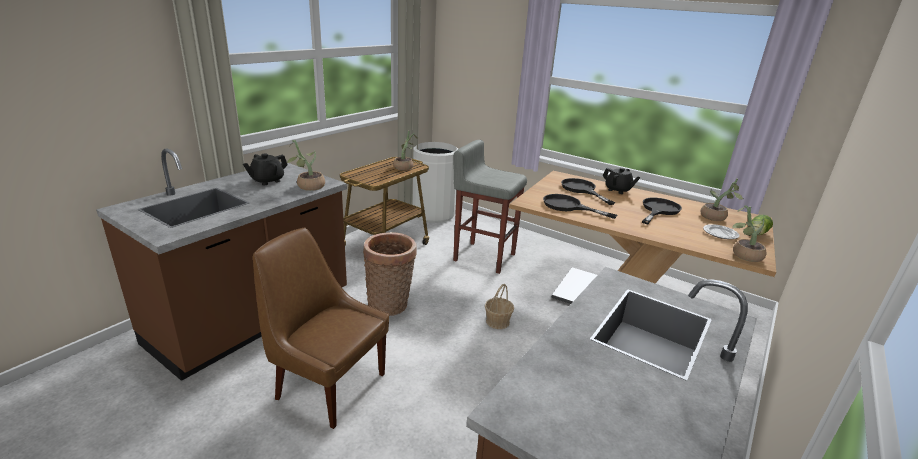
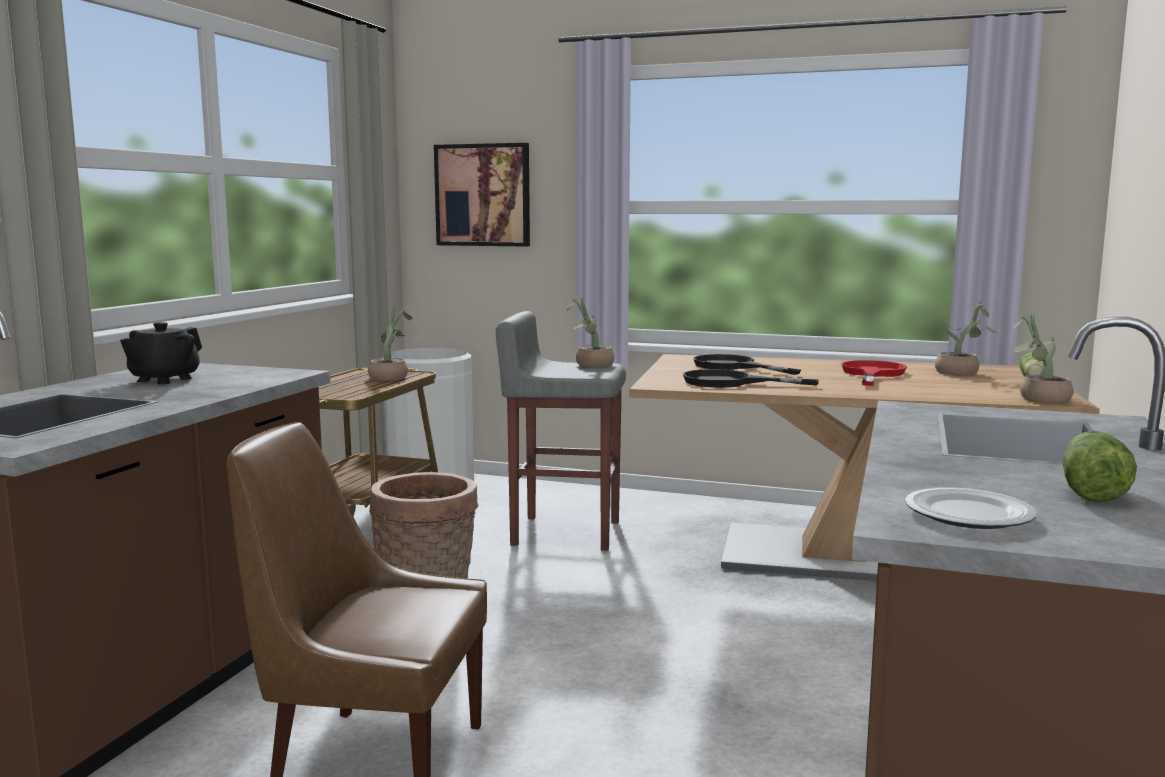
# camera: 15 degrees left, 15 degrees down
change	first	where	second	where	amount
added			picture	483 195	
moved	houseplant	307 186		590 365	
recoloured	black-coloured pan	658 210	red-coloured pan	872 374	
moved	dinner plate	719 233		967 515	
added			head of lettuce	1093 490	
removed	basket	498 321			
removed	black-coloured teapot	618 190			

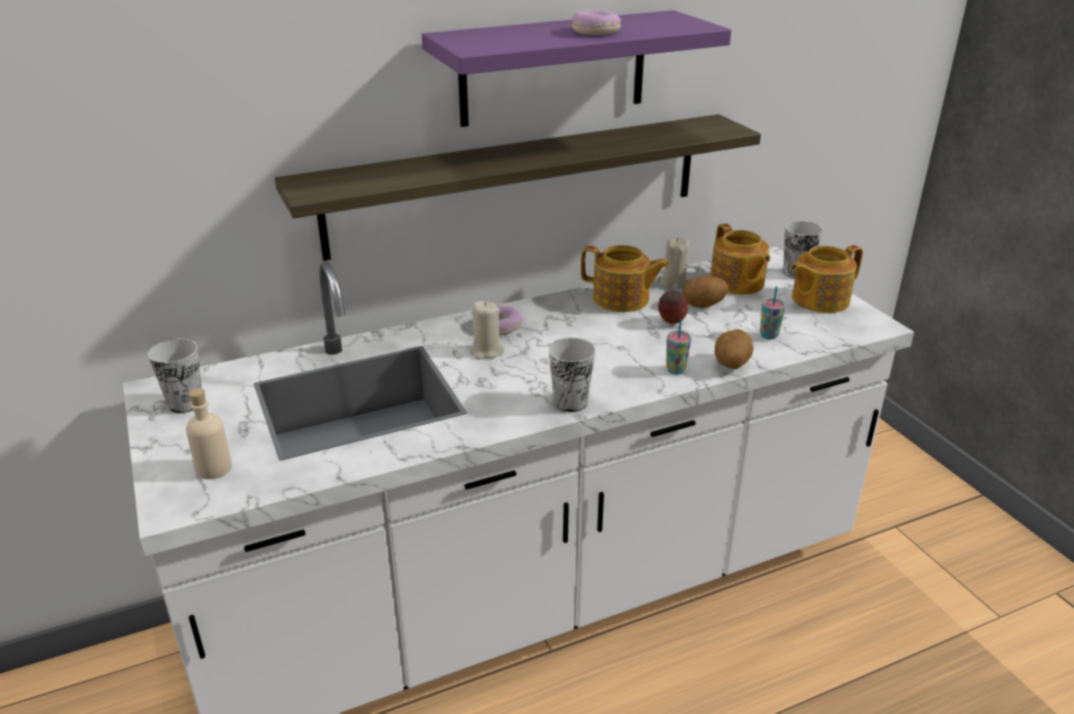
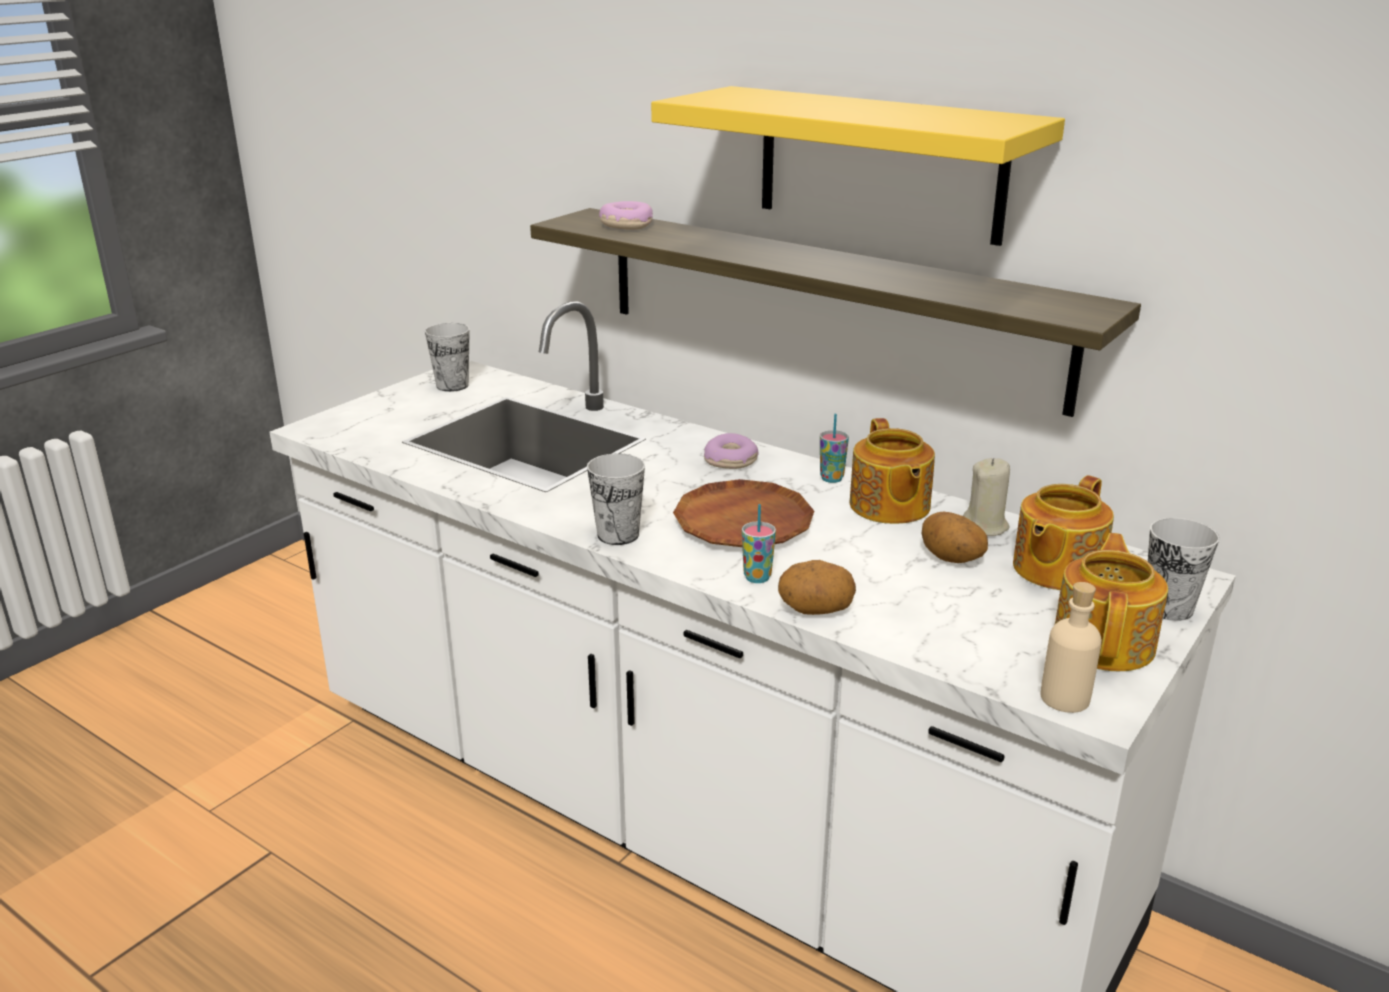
# camera: 60 degrees right, 5 degrees down
change	first	where	second	where	amount
moved	ring doughnut	595 32		626 225	
recoloured	purplish wall shelf	553 68	yellow wall shelf	880 164	
added			brownish dinner plate	743 523	
moved	drinking cup	768 336		831 478	
moved	beige bottle	214 468		1065 698	
turned	teapot	818 300		1105 642	75 degrees clockwise
removed	beige candle	486 351			
removed	whole apple	671 323			

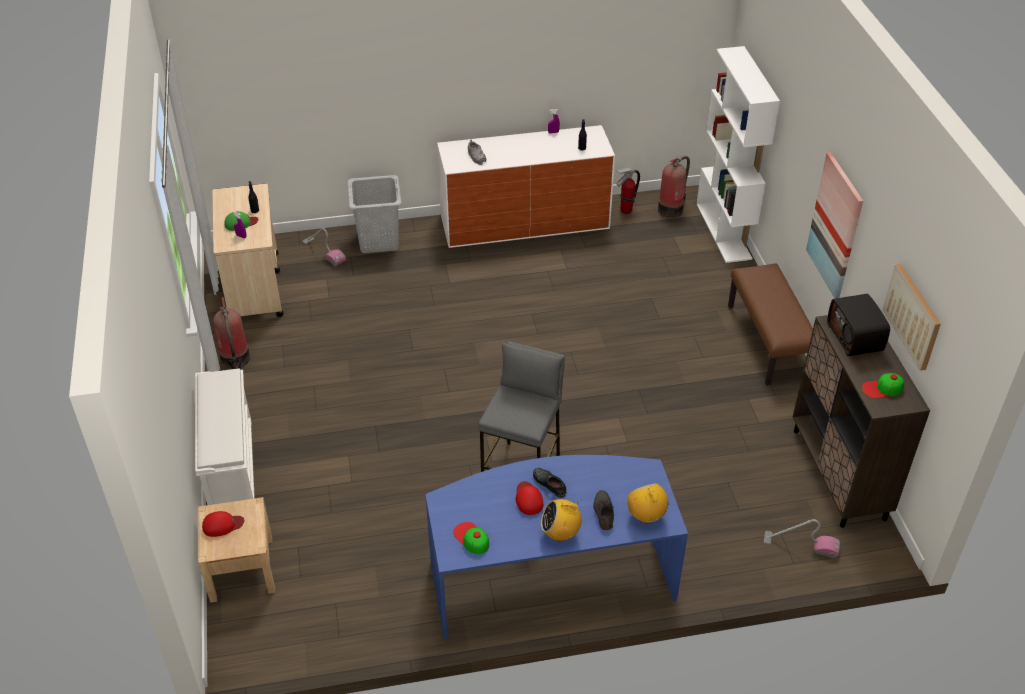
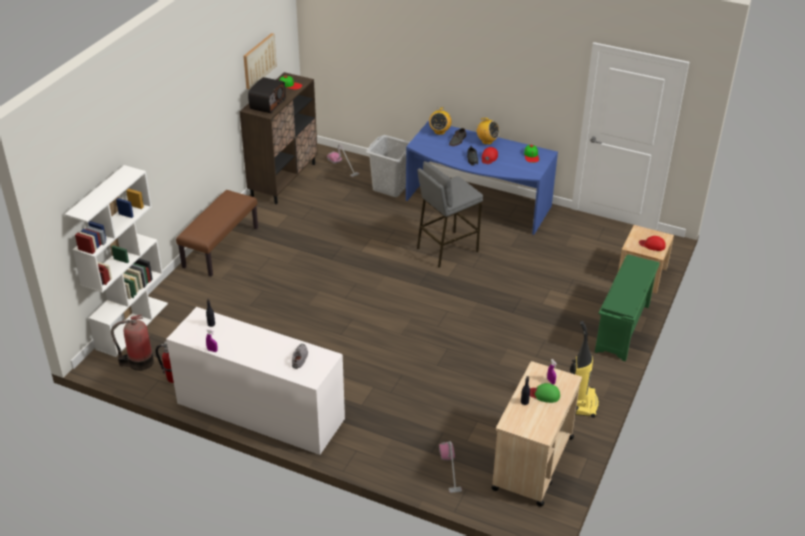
# camera: 145 degrees left, 5 degrees down
change	first	where	second	where	amount
moved	greyish hamper	379 241		390 187	
replaced	fire extinguisher	235 360	vacuum cleaner	583 402	
recoloured	whitish shoe shelf	231 468	greenish shoe shelf	622 329	
removed	picture	835 226			

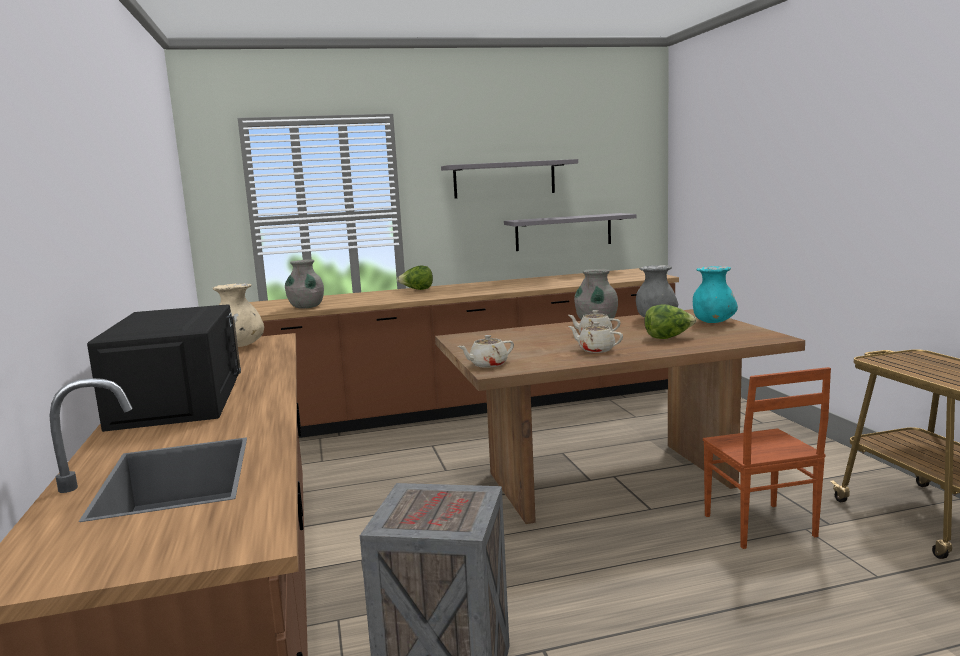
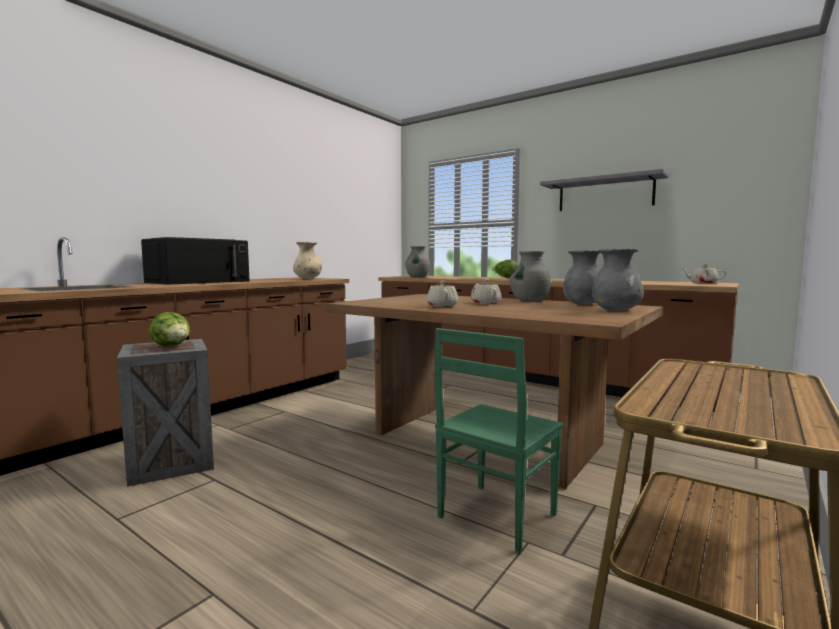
# camera: 50 degrees right, 5 degrees down
change	first	where	second	where	amount
moved	head of lettuce	668 338		172 347	
recoloured	brownish plain chair	759 527	greenish plain chair	494 516	
recoloured	turquoise-coloured vase	713 322	greyish vase	616 310	
moved	beige teapot	488 364		702 283	
removed	greyish wall shelf	563 232			

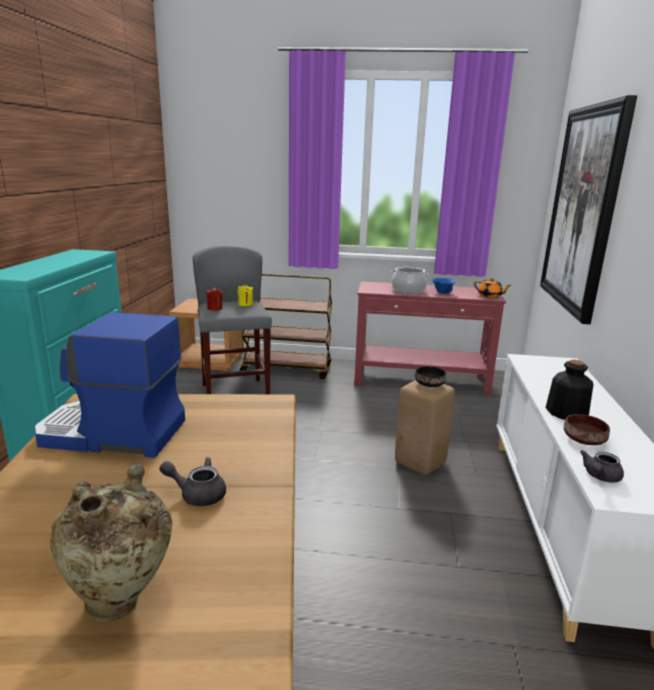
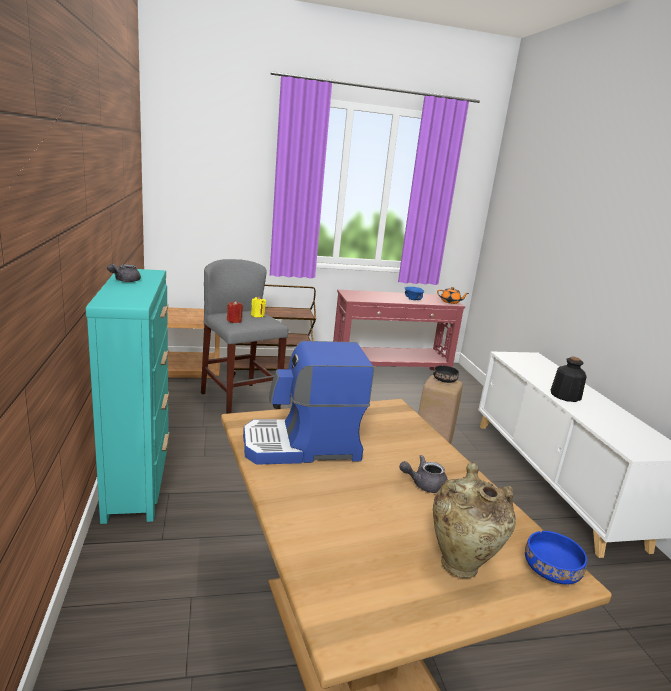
# camera: 20 degrees left, 0 degrees up
change	first	where	second	where	amount
moved	greyish teapot	600 477		124 280	
added			blue bowl	551 571	
removed	cooking pot	408 290			
removed	picture	583 209			
removed	brownish bowl	584 440			

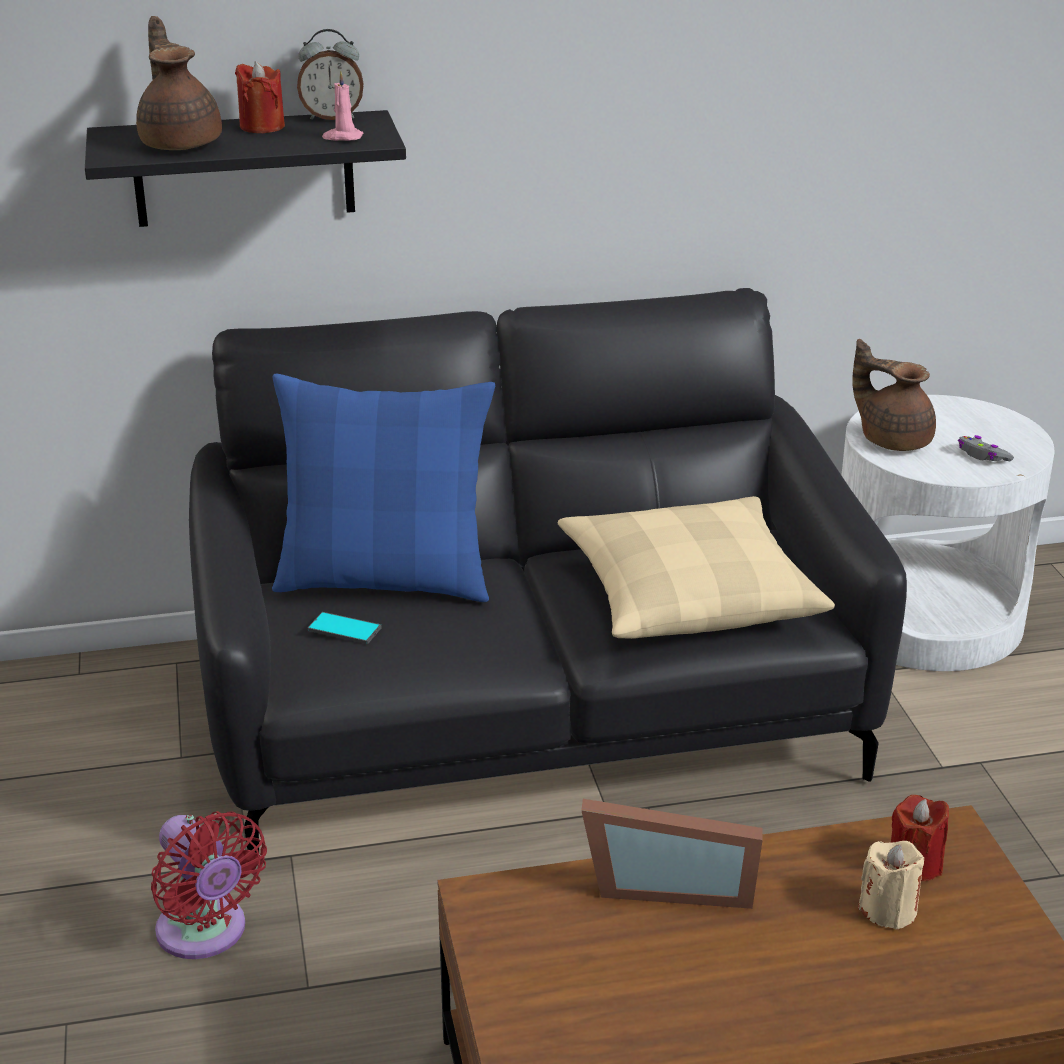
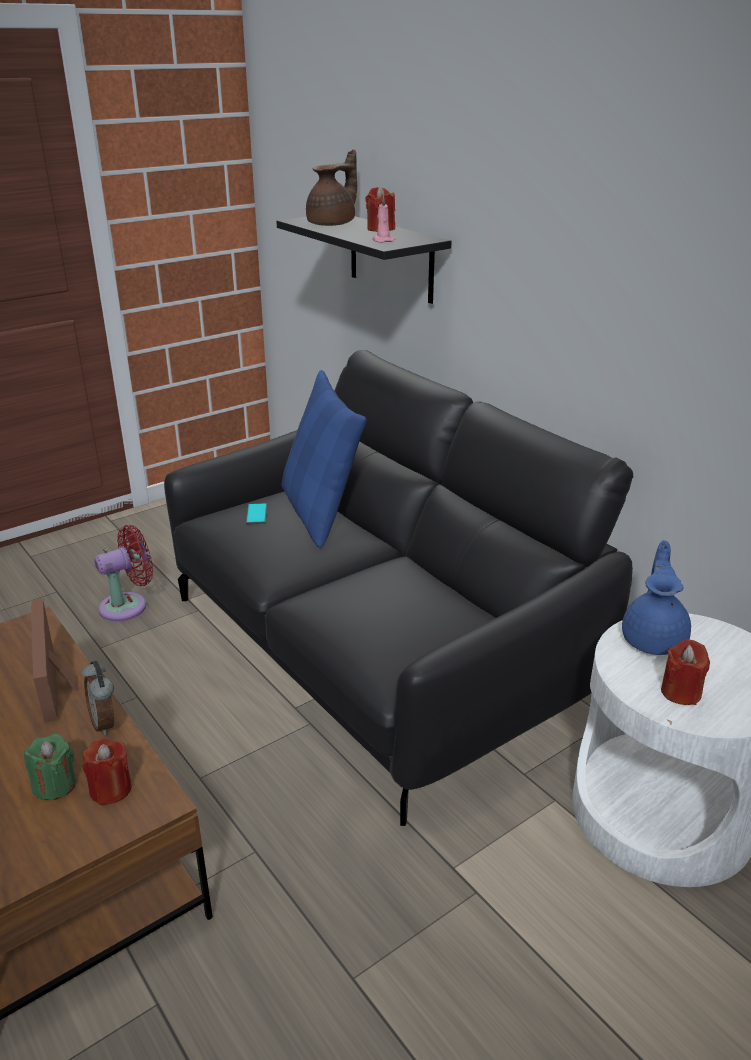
# camera: 65 degrees right, 0 degrees up
change	first	where	second	where	amount
recoloured	beige candle	888 910	greenish candle	55 785	
moved	bedside clock	332 117		105 723	
turned	red-coloured fan	205 934		128 606	150 degrees counterclockwise
recoloured	brownish teapot	893 439	blue teapot	654 638	
replaced	greyish gamepad	982 456	red-coloured candle	680 692	
removed	beige cushion	689 592			

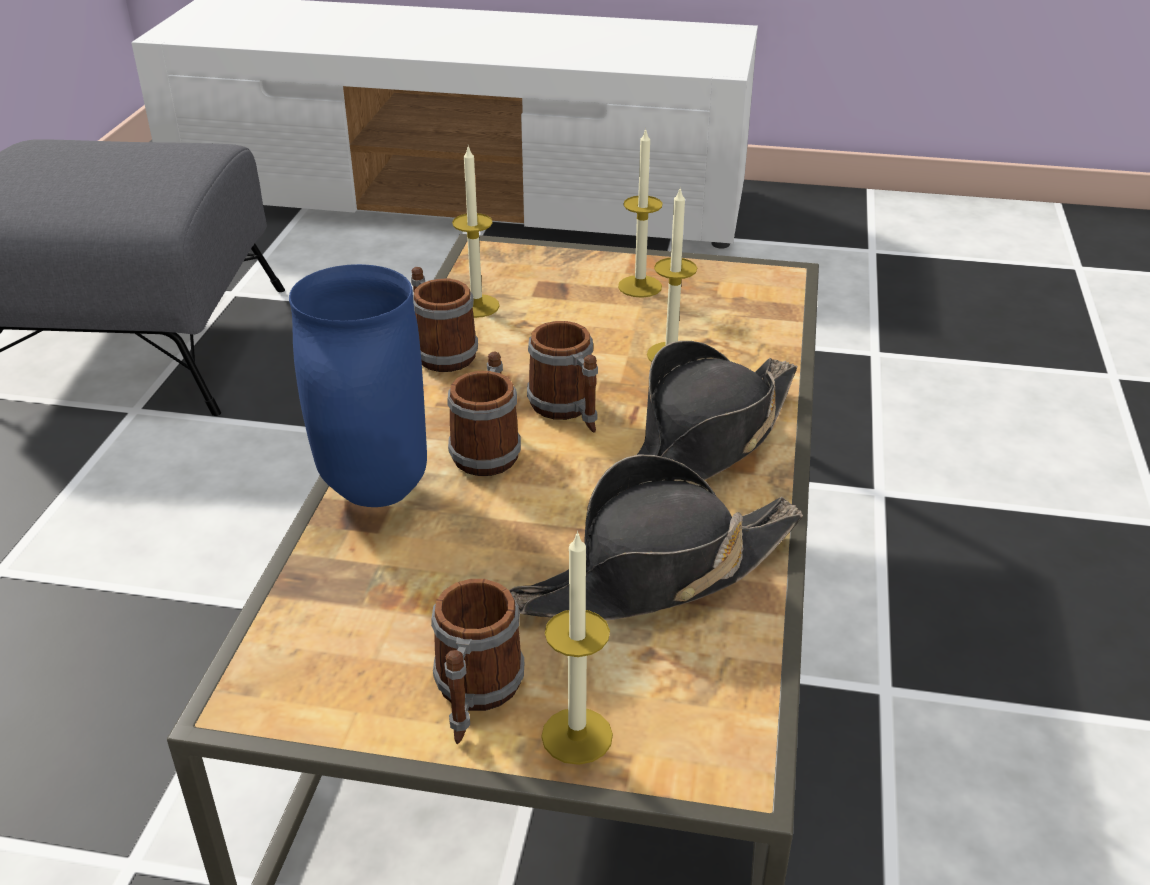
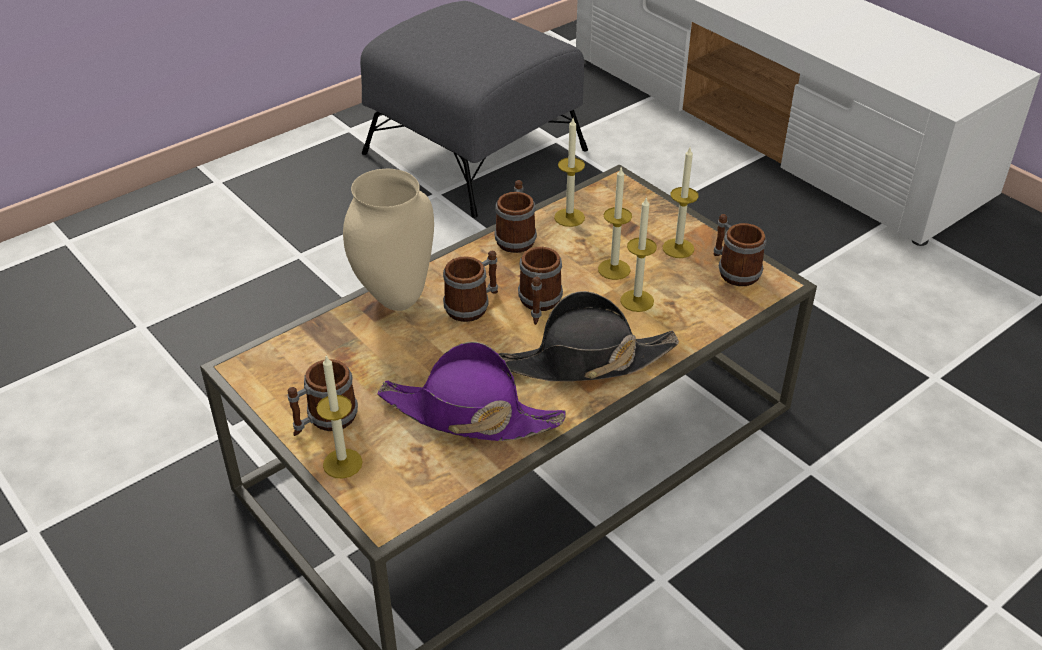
# camera: 40 degrees right, 5 degrees up
change	first	where	second	where	amount
recoloured	blue vase	372 491	beige vase	395 299	
recoloured	black-coloured clothing hat	657 574	purplish clothing hat	469 414	
added			candle	614 269	
added			mug	733 270	

